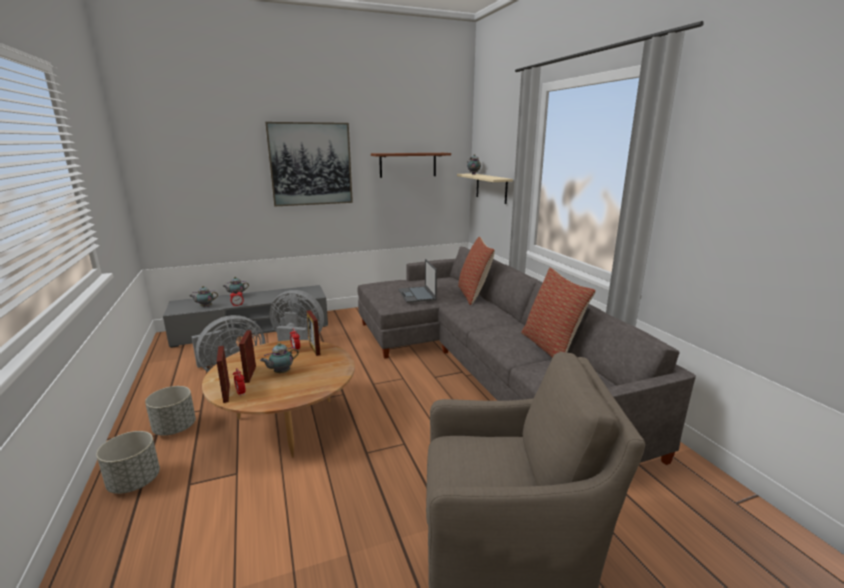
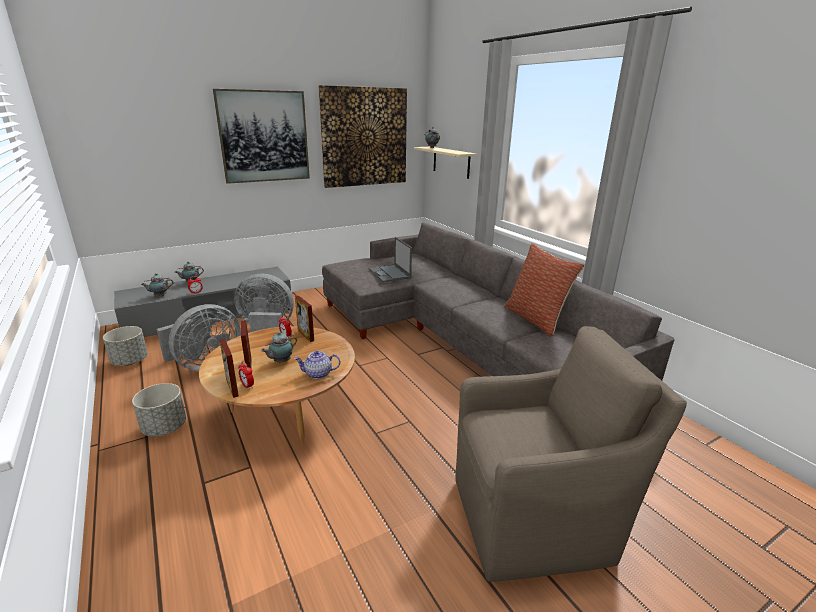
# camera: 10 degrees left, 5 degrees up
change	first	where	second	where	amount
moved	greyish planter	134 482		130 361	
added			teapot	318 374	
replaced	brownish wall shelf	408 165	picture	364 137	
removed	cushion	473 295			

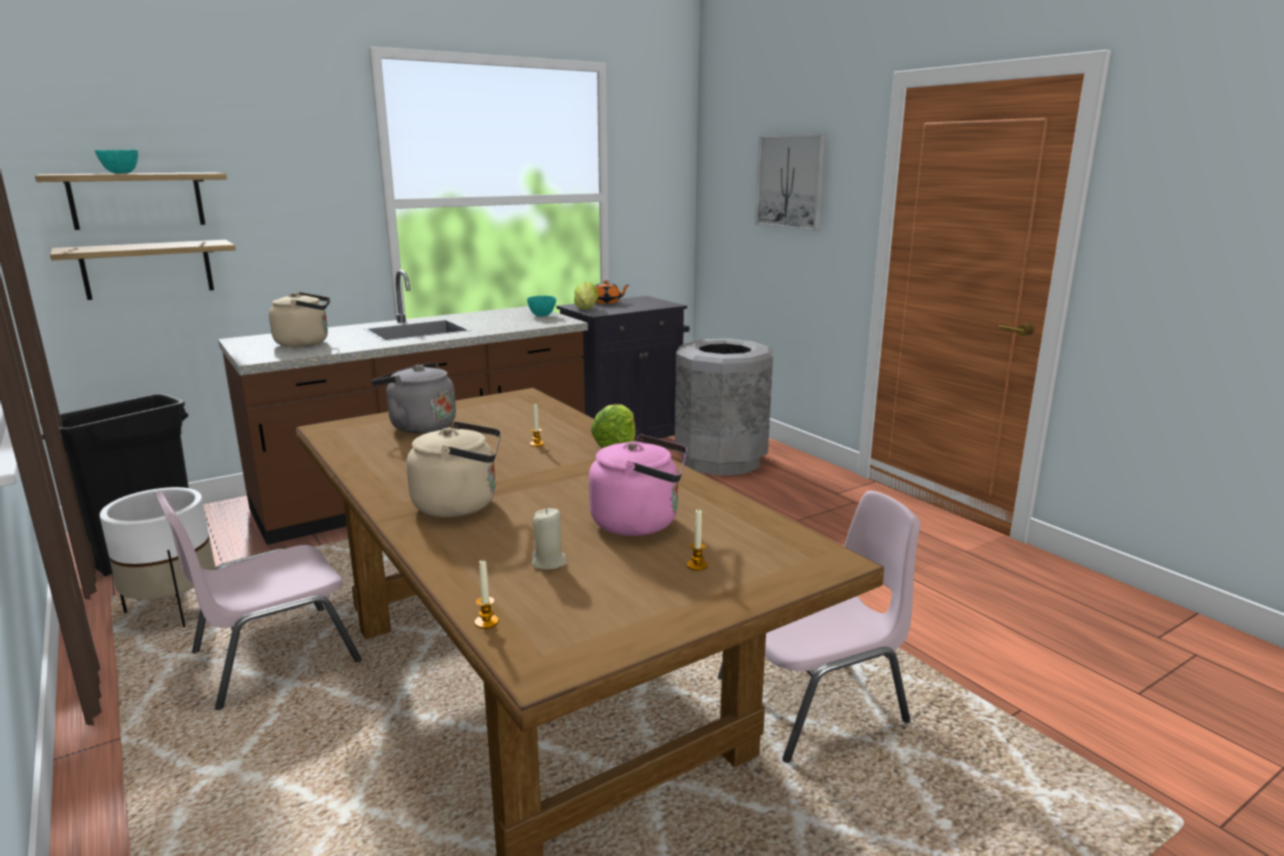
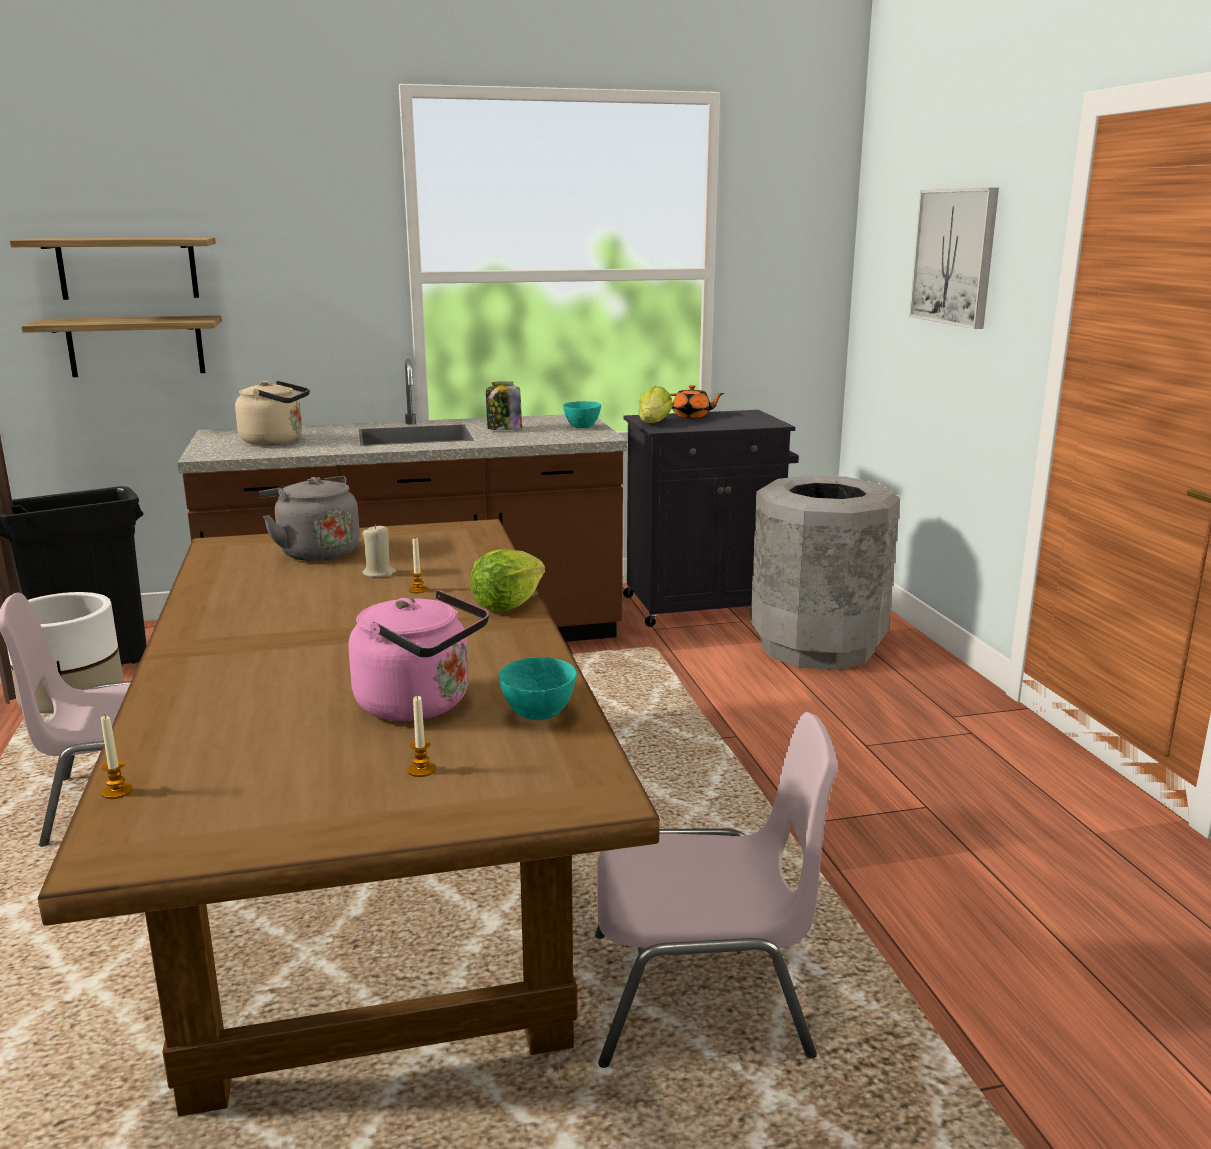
# camera: 20 degrees right, 0 degrees up
change	first	where	second	where	amount
moved	beige candle	549 562		379 573	
added			storage jar	504 429	
moved	turquoise-coloured bowl	122 173		540 715	
removed	beige kettle	461 505			

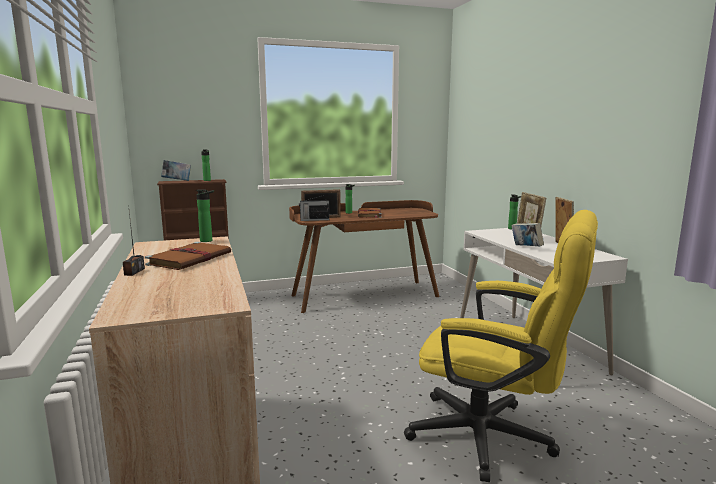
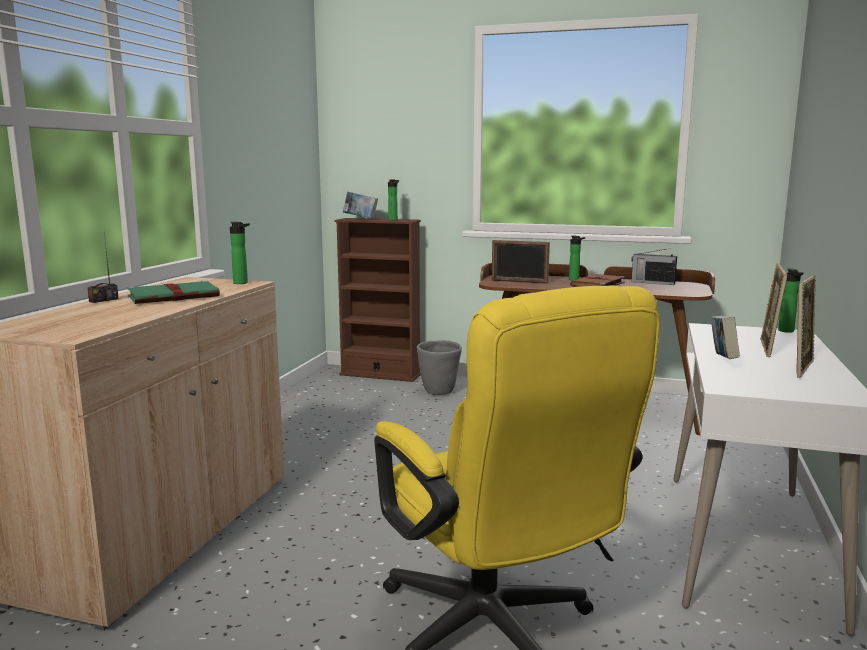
# camera: 35 degrees right, 0 degrees up
change	first	where	second	where	amount
recoloured	brownish bound book	191 259	greenish bound book	175 296	
added			greyish planter	439 392	
moved	radio	314 220		652 282	

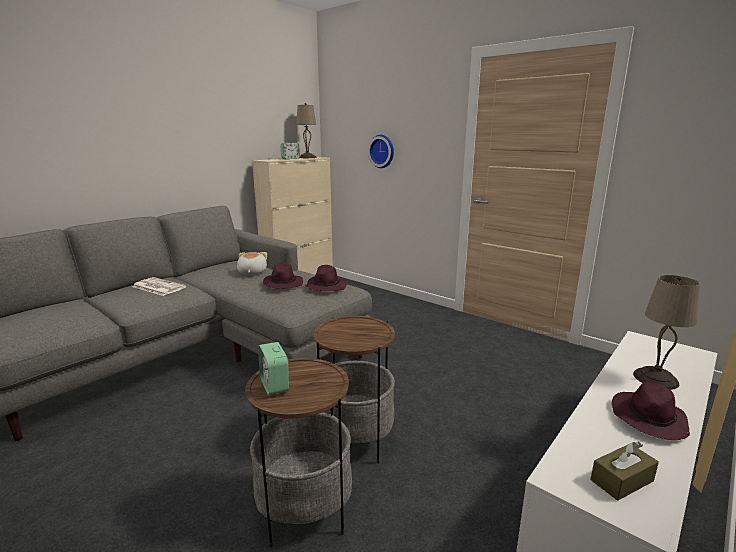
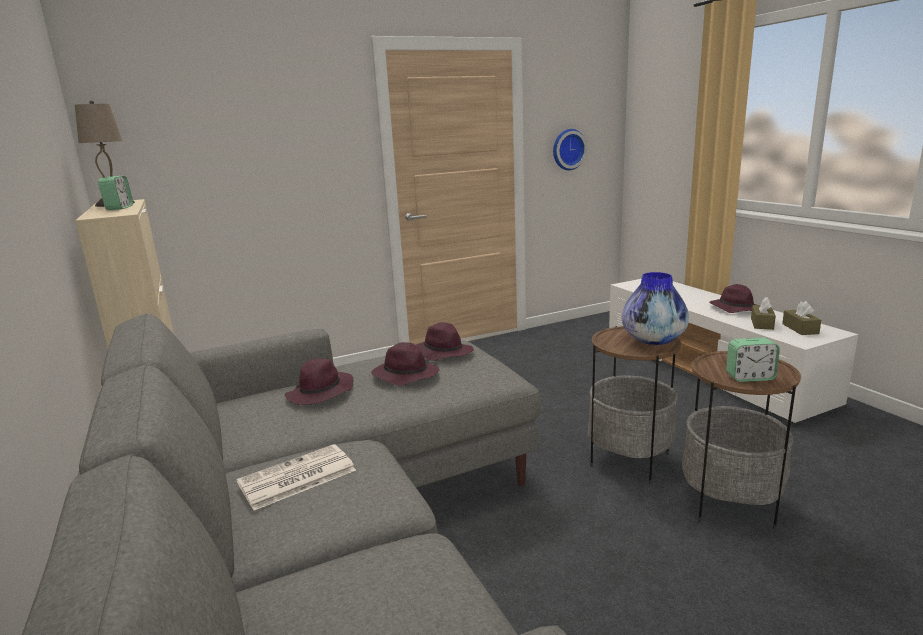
# camera: 65 degrees left, 0 degrees up
change	first	where	second	where	amount
replaced	cuddly toy	251 273	purplish clothing hat	320 393	
moved	clock on the wall	382 151		567 149	
added			vase	653 340	
added			brownish tissue holder	762 323	
removed	beige tabletop lamp	654 378			

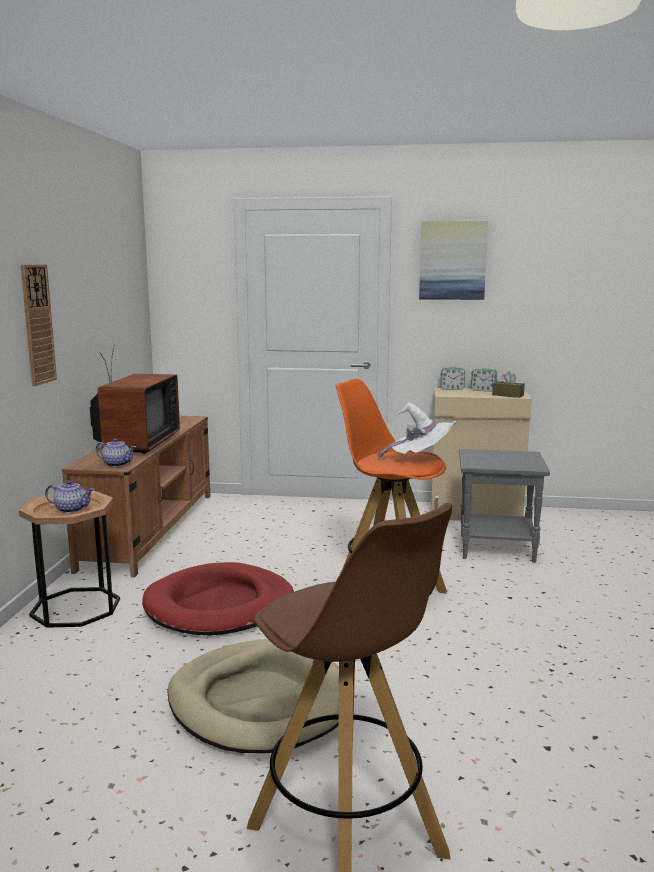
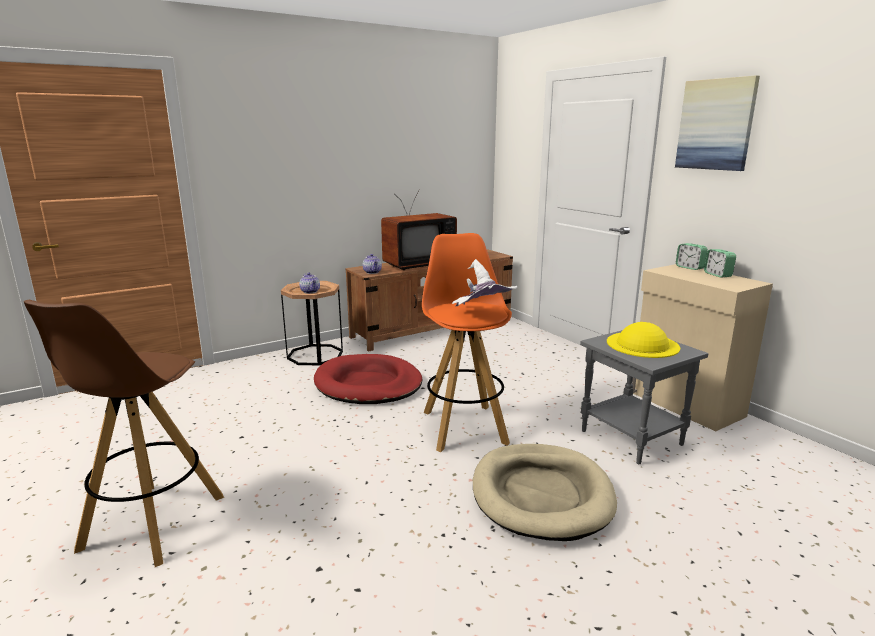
# camera: 50 degrees right, 5 degrees up
change	first	where	second	where	amount
moved	beige pet bed	260 702		541 494	
added			yellow clothing hat	642 344	
removed	clock on the wall	37 324			
removed	brownish tissue holder	508 395			

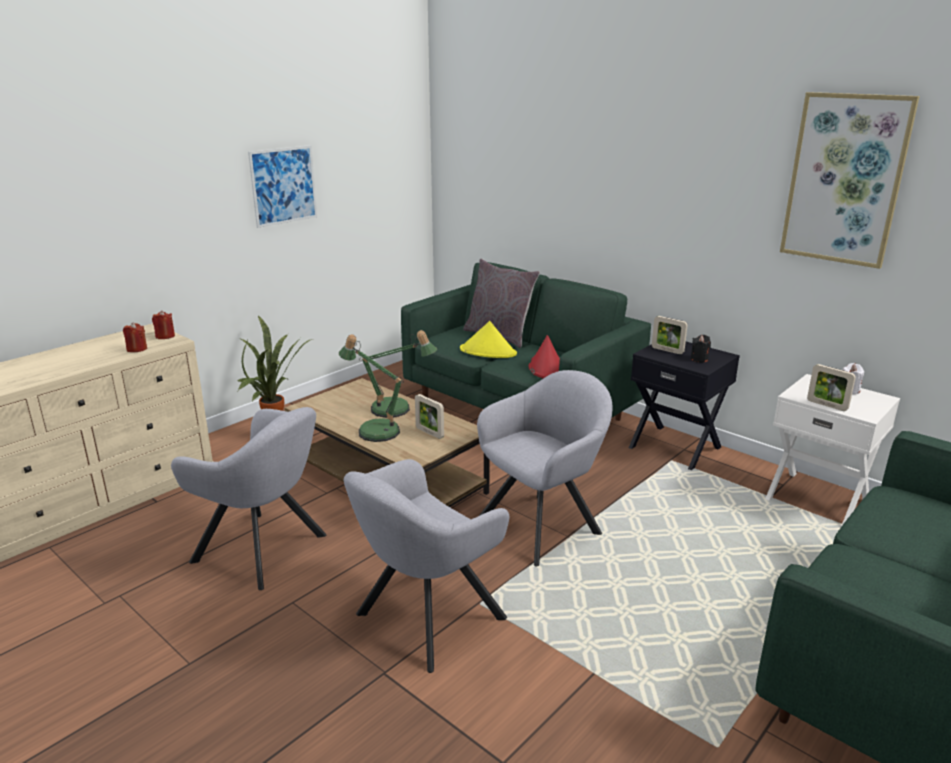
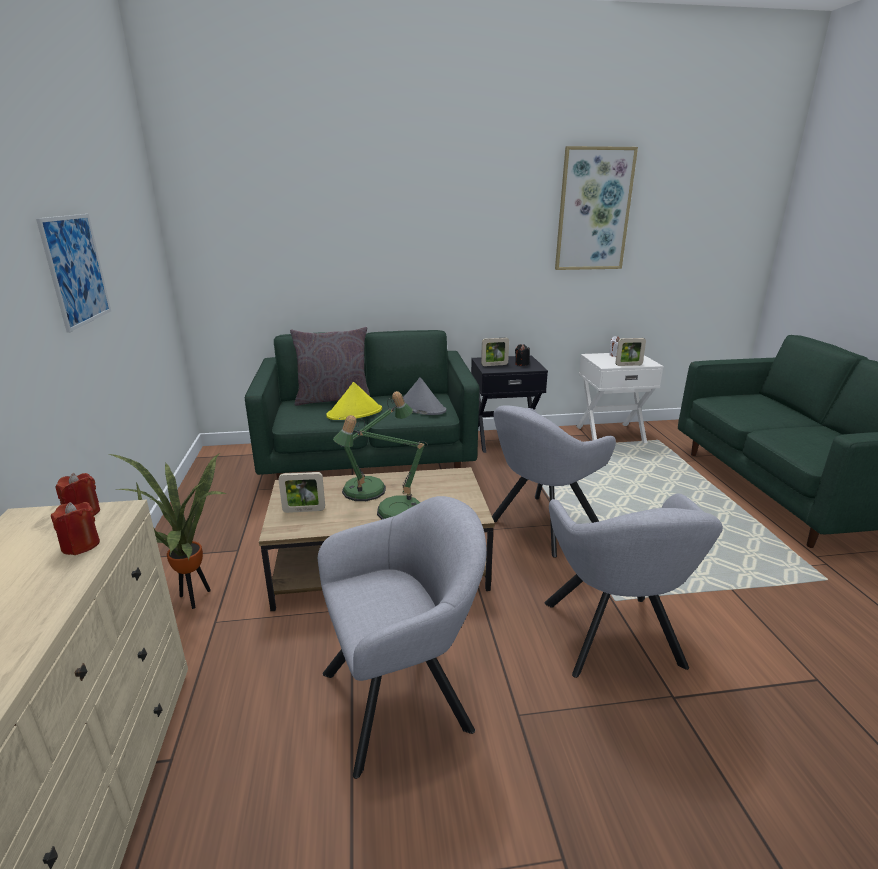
# camera: 50 degrees left, 0 degrees up
change	first	where	second	where	amount
moved	picture frame	429 433		304 510	
recoloured	red-coloured clothing hat	546 367	greyish clothing hat	421 407	
turned	greyish lounge chair	544 525		540 526	135 degrees counterclockwise

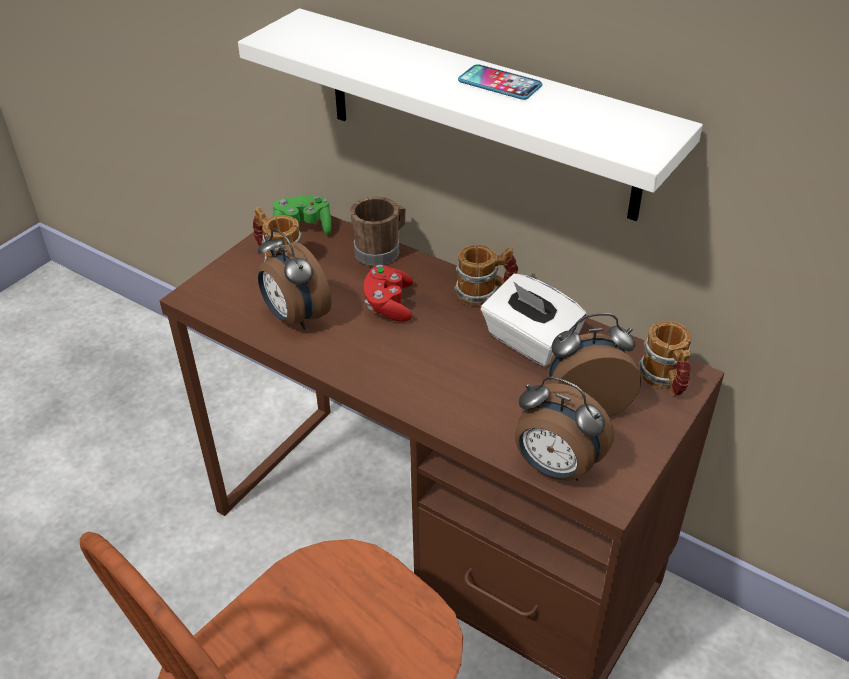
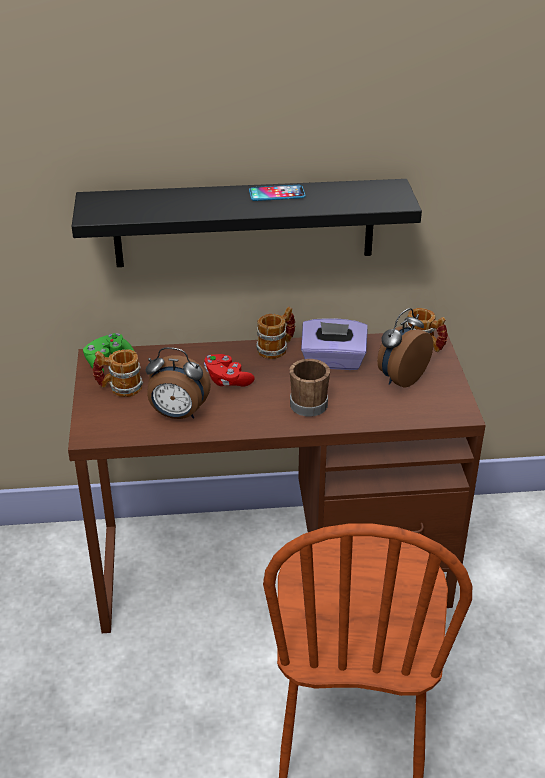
# camera: 40 degrees left, 5 degrees down
change	first	where	second	where	amount
recoloured	whitish wall shelf	478 114	black-coloured wall shelf	244 223	
moved	brownish mug	381 250		309 402	
recoloured	whitish tissue holder	529 341	purplish tissue holder	333 361	
removed	bedside clock	555 468			

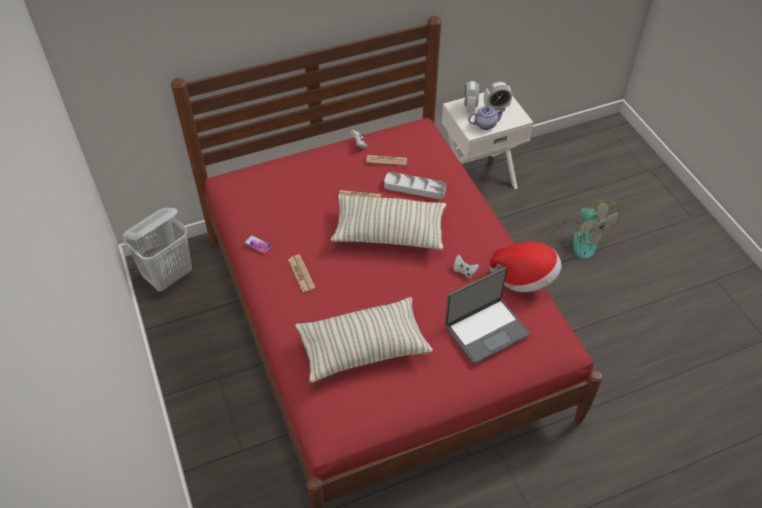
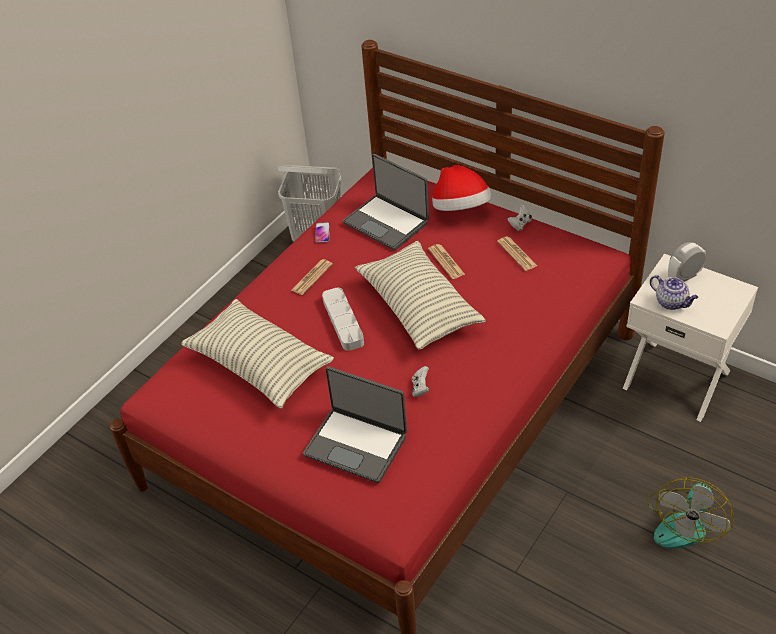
# camera: 60 degrees right, 5 degrees down
change	first	where	second	where	amount
moved	greyish carrying tray	414 188		343 322	
added			laptop	387 222	
moved	clothing hat	525 278		461 209	
removed	bedside clock	496 107			

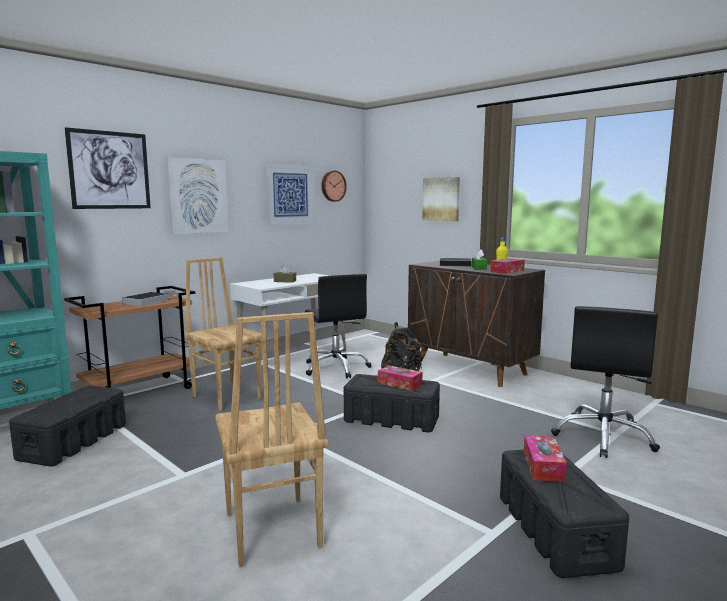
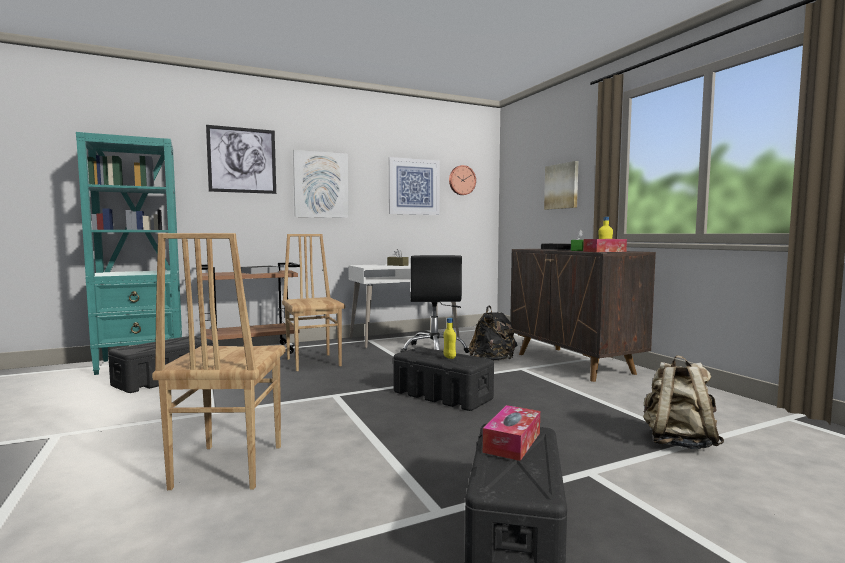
# camera: 20 degrees right, 5 degrees down
change	first	where	second	where	amount
replaced	tissue holder	399 384	yellow bottle	449 357	
replaced	black-coloured office chair	603 437	beige knapsack	678 442	

